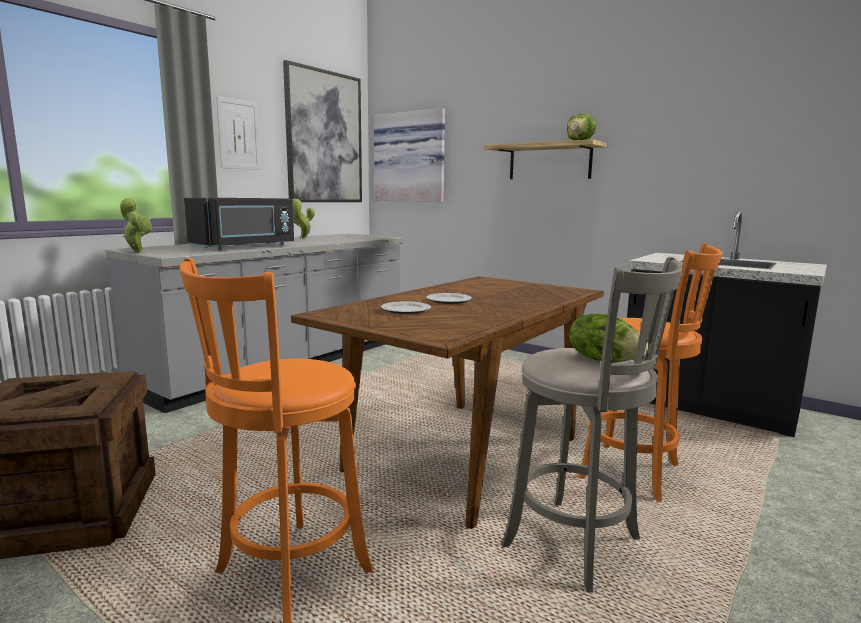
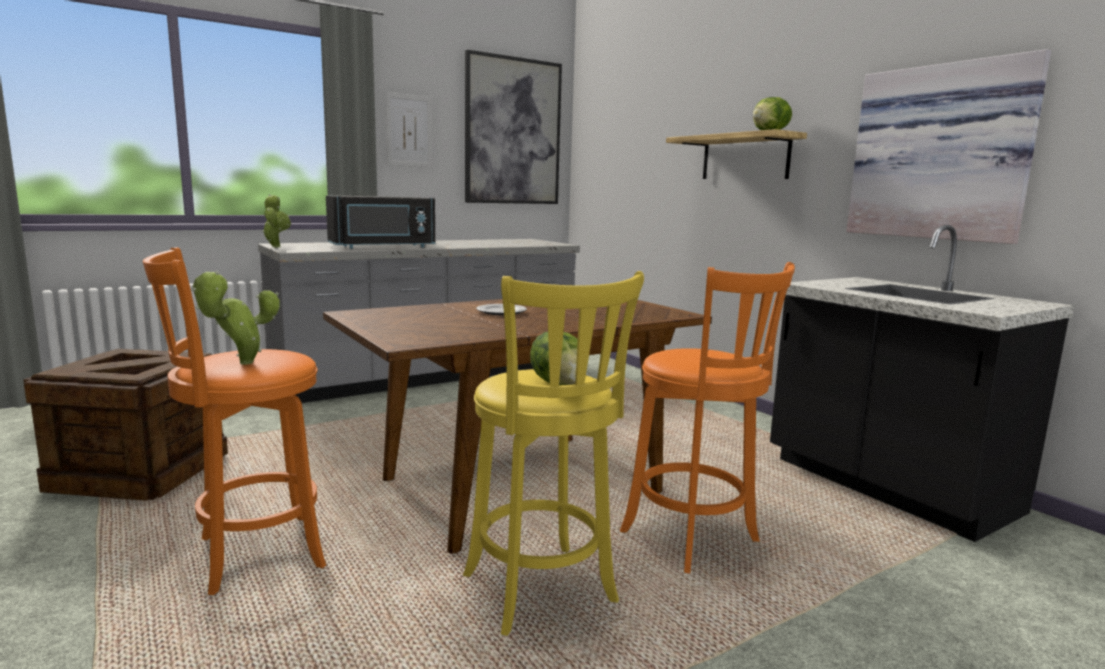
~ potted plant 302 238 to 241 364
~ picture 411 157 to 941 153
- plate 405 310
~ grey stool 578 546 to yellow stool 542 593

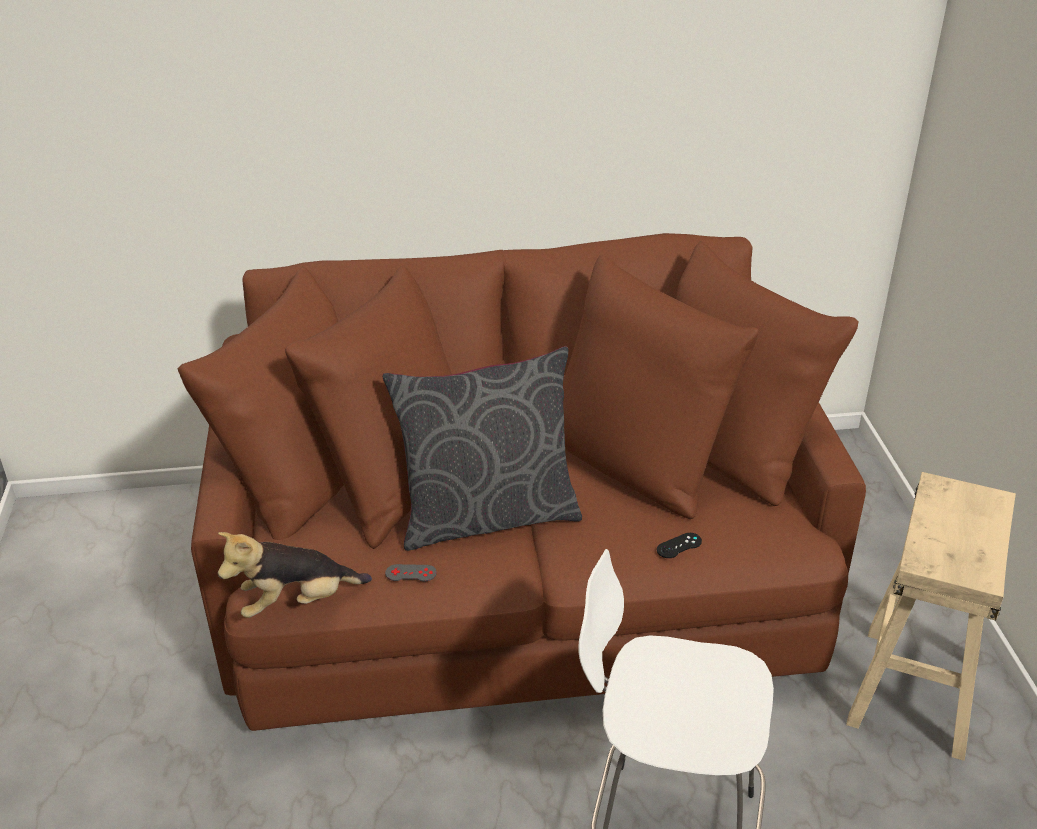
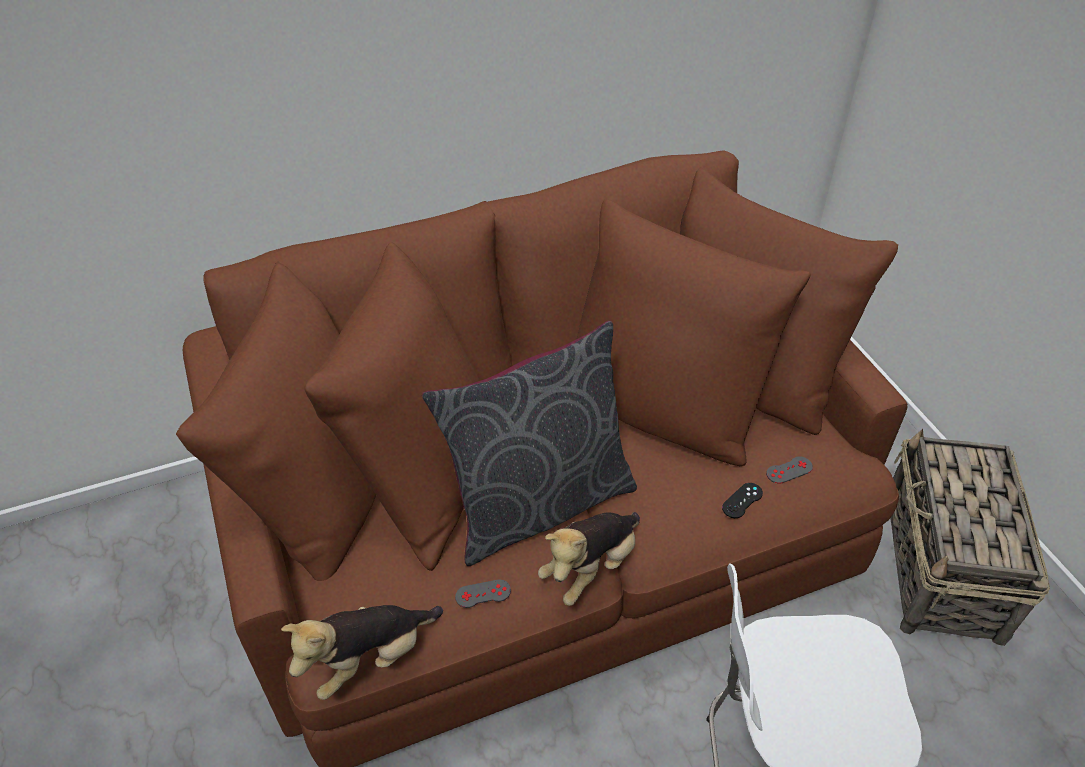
~ beige stool 915 690 to basket 941 570
+ plush toy 591 568
+ grey game controller 789 470

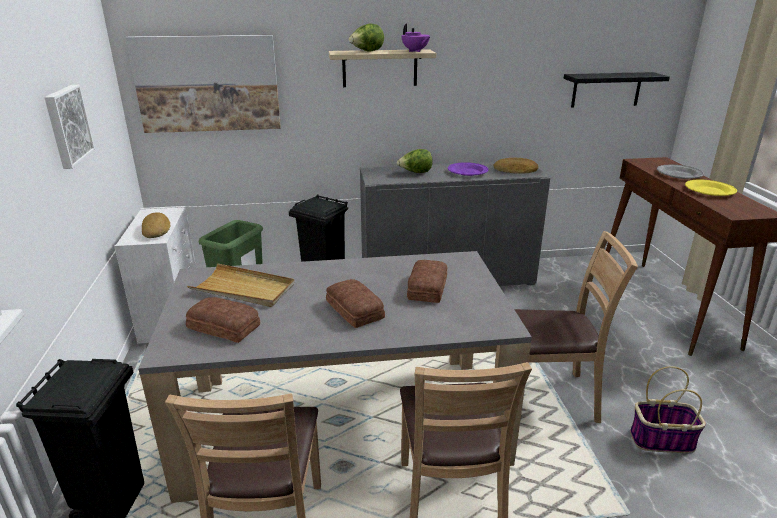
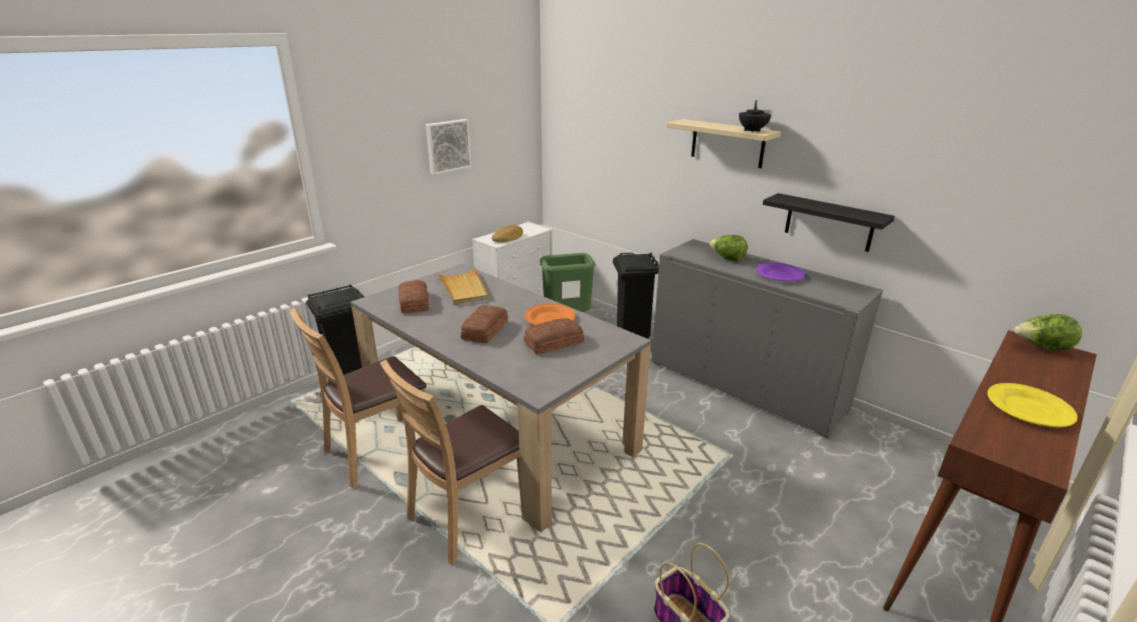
- picture 208 84
~ lettuce 366 51 to 1041 348
~ purple teapot 415 51 to black teapot 752 131
- bread 516 170
- brown chair 547 397
~ black shelf 606 89 to 829 222
- grey plate 679 174
+ orange plate 549 319

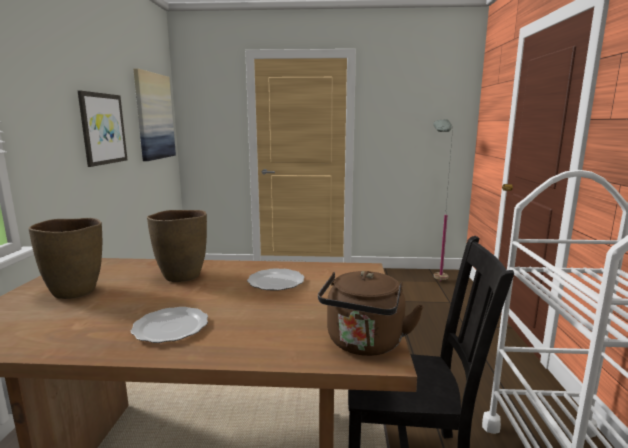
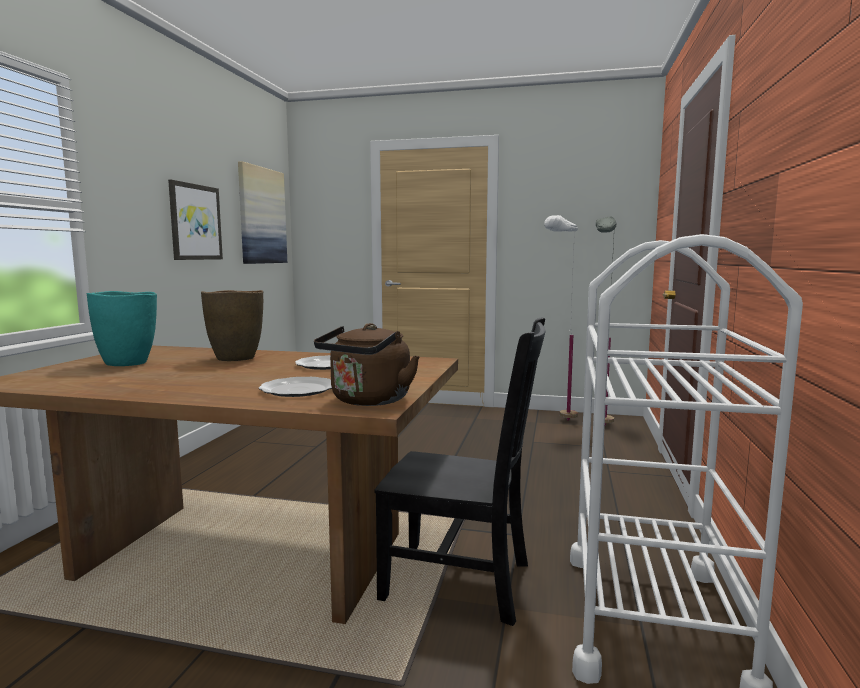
~ brown vase 76 291 to turquoise vase 128 363
~ plate 171 327 to 299 390
+ white floor lamp 557 423

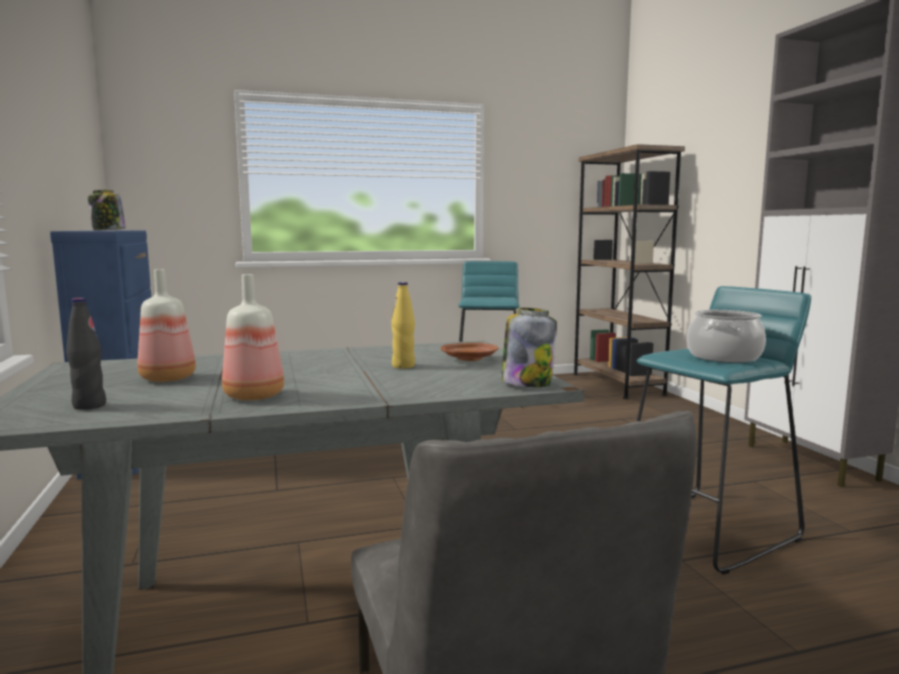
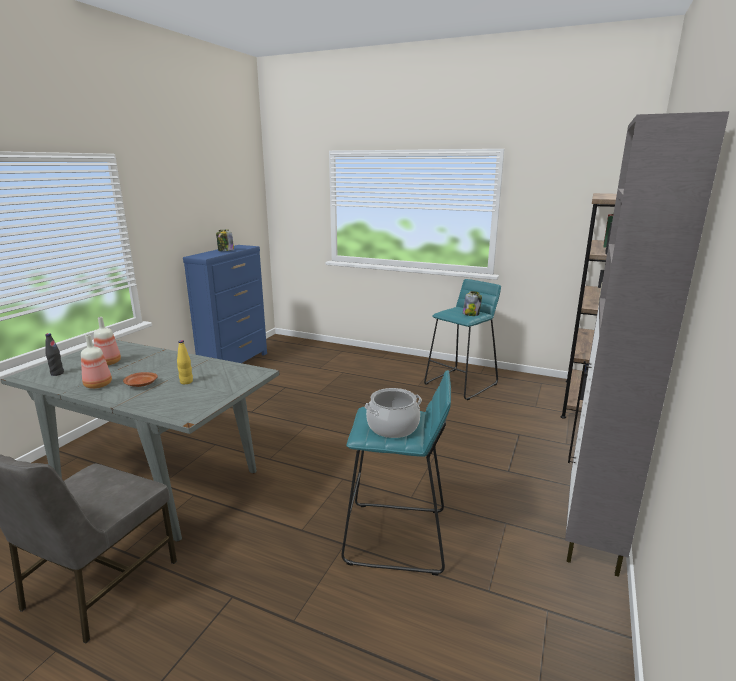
~ brown plate 470 359 to 141 384
~ jar 527 383 to 471 314

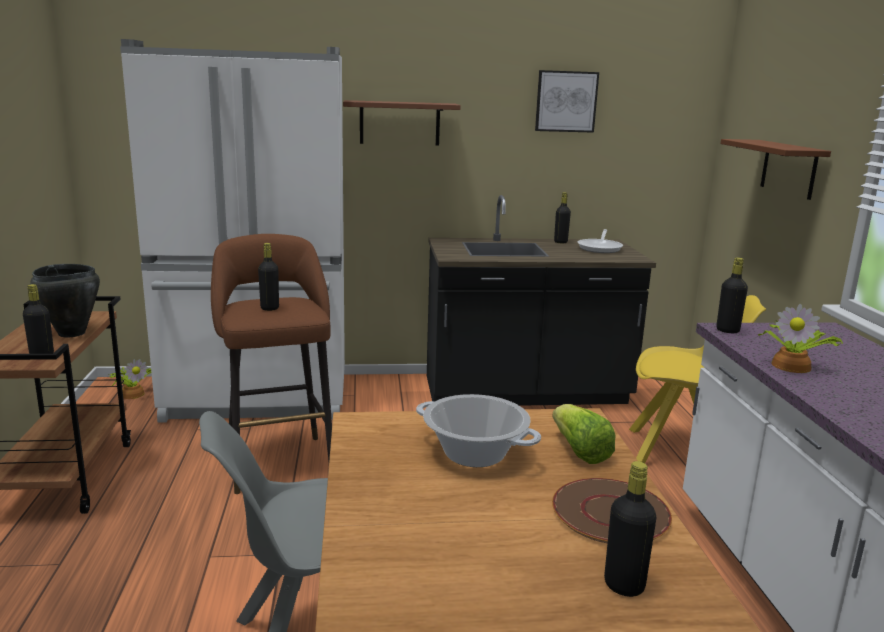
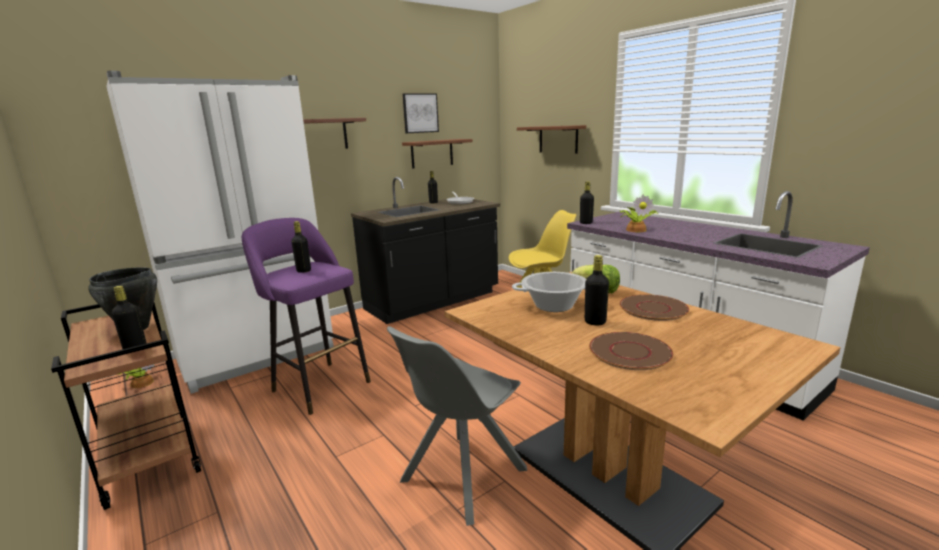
~ brown stool 278 460 to purple stool 318 385
~ black bottle 624 585 to 595 322
+ brown shelf 432 153
+ brown plate 630 352

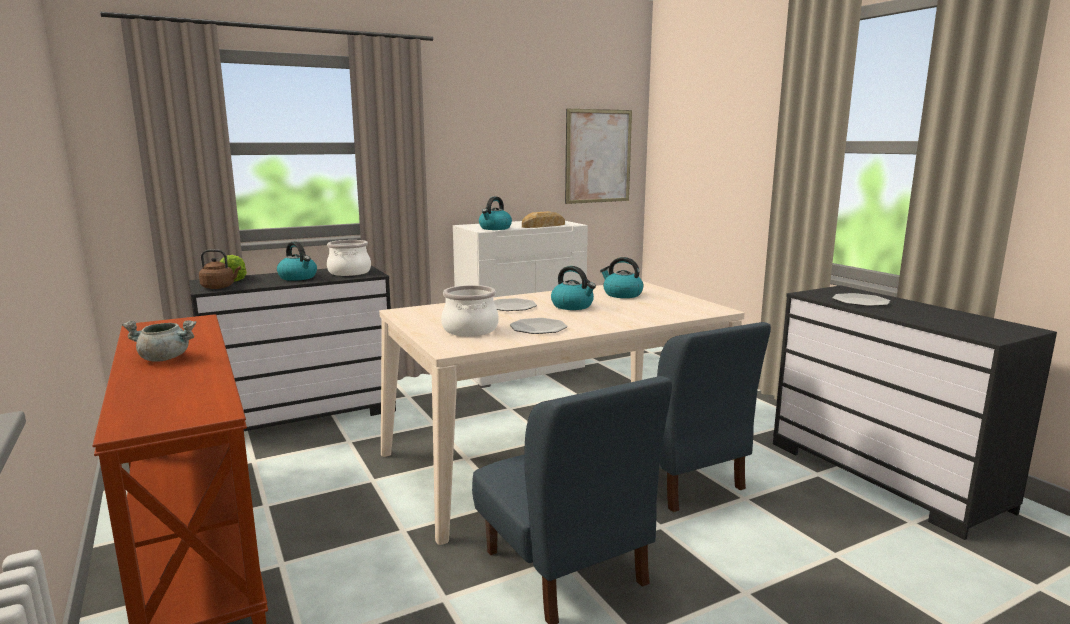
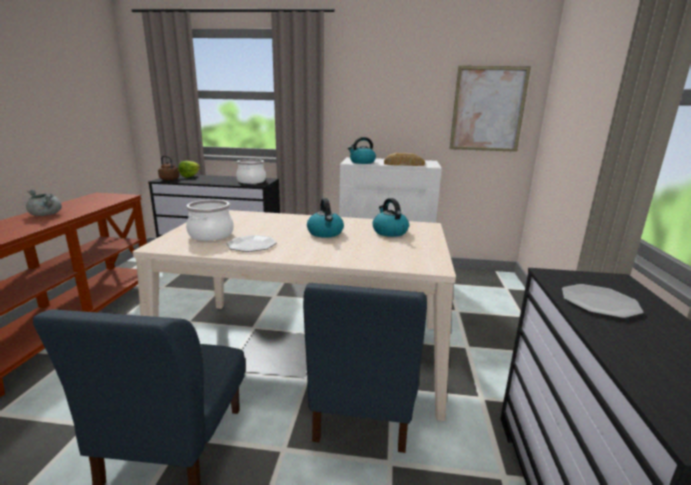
- kettle 298 277
- plate 511 307

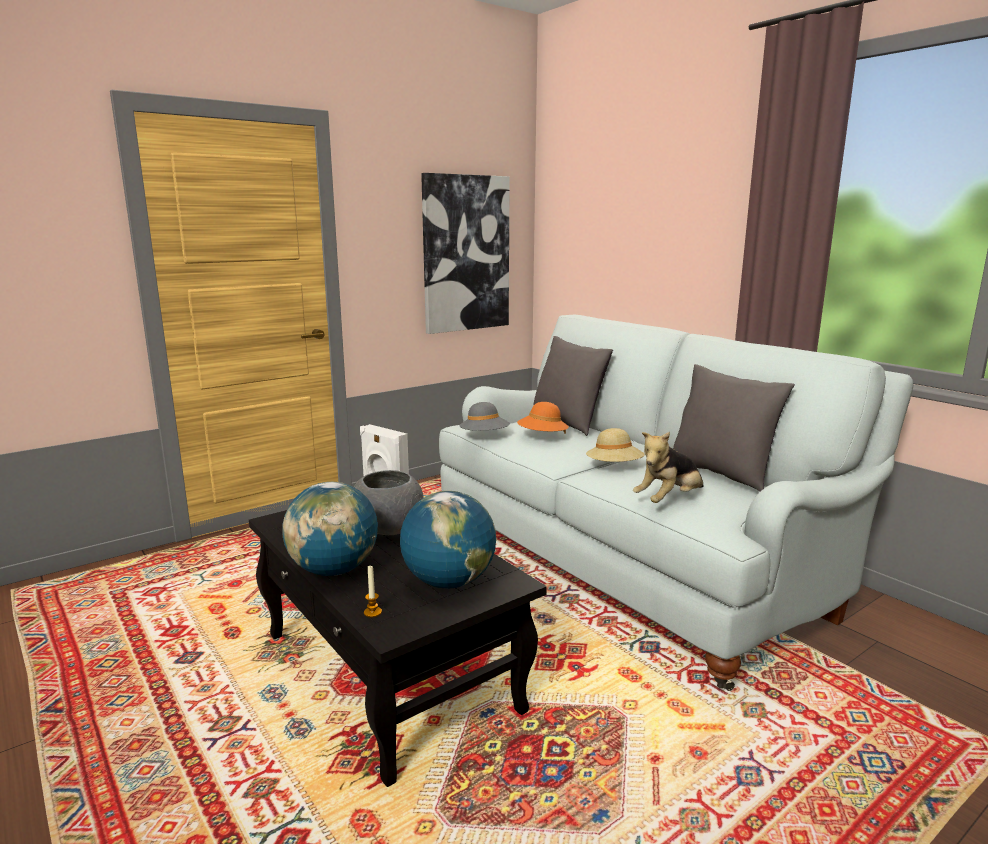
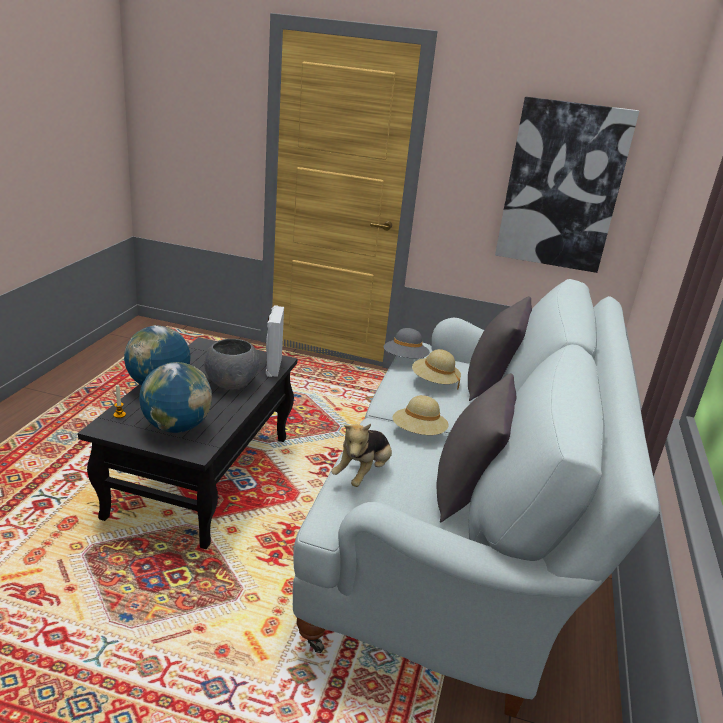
~ orange hat 542 437 to beige hat 434 382
~ plush toy 669 500 = 363 473 75 degrees counterclockwise

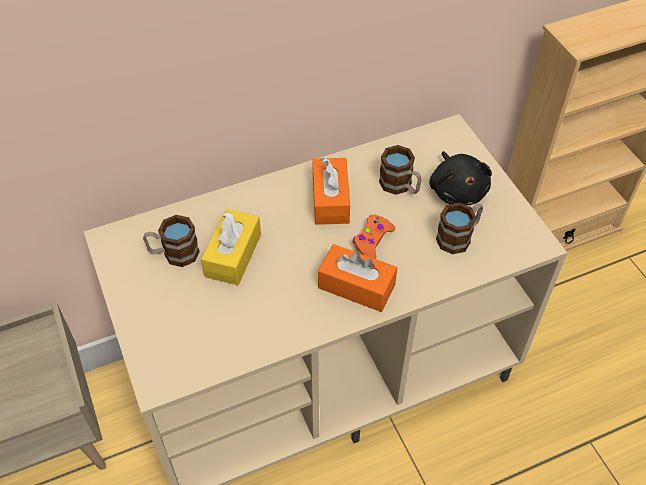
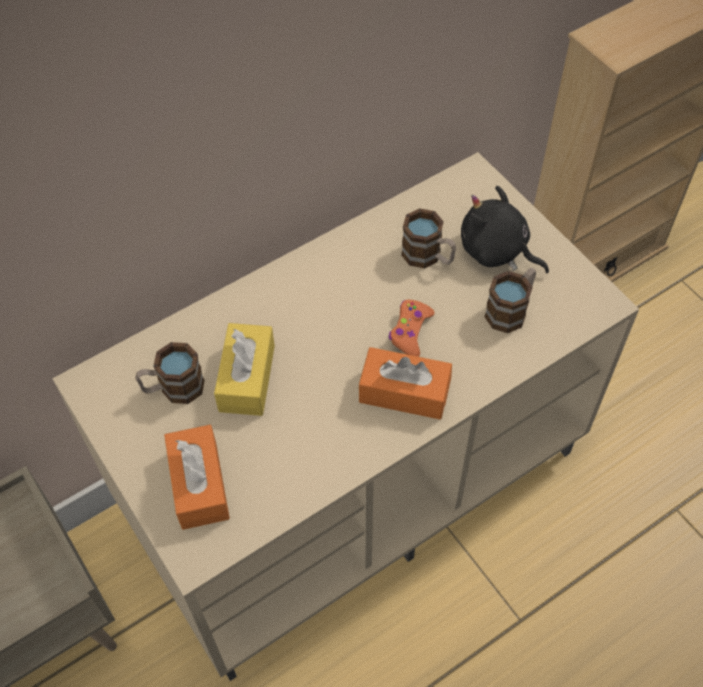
~ orange tissue box 330 200 to 199 484
~ black plush toy 457 190 = 496 251 150 degrees clockwise

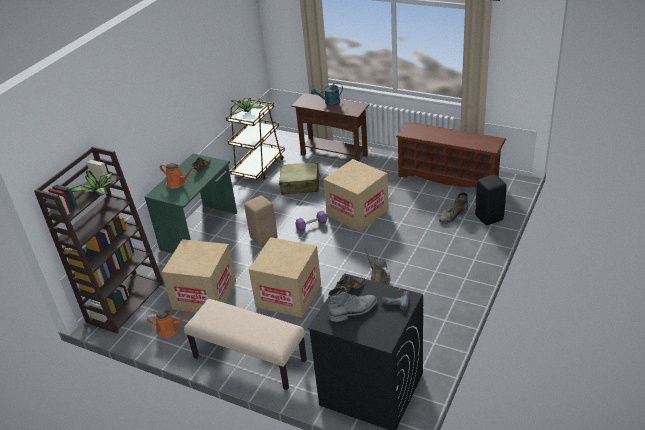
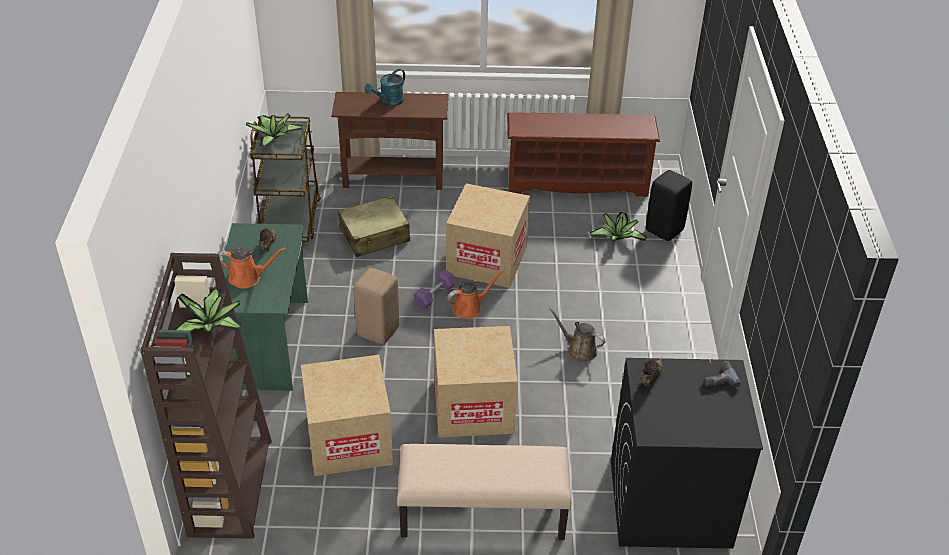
~ orange watering can 169 329 to 469 308
- grey boot 353 311
~ green boot 452 216 to potted plant 617 237

